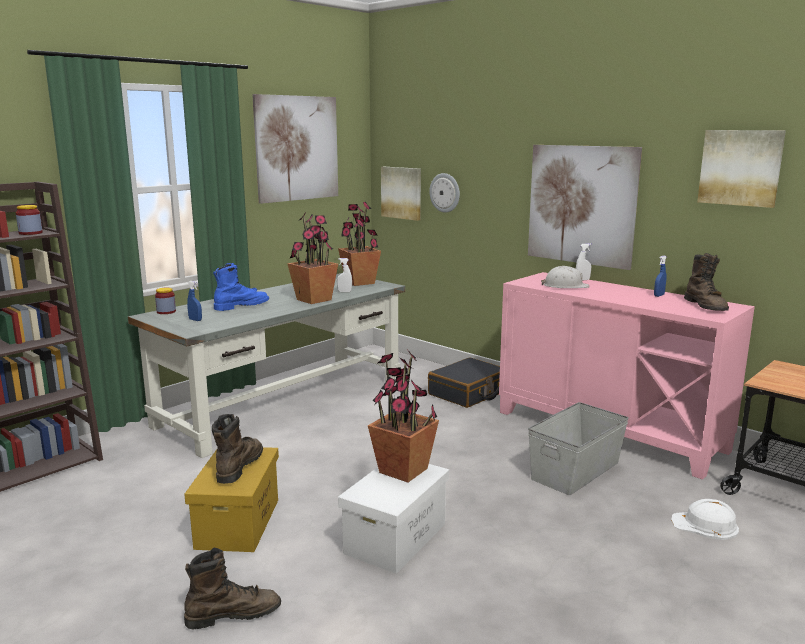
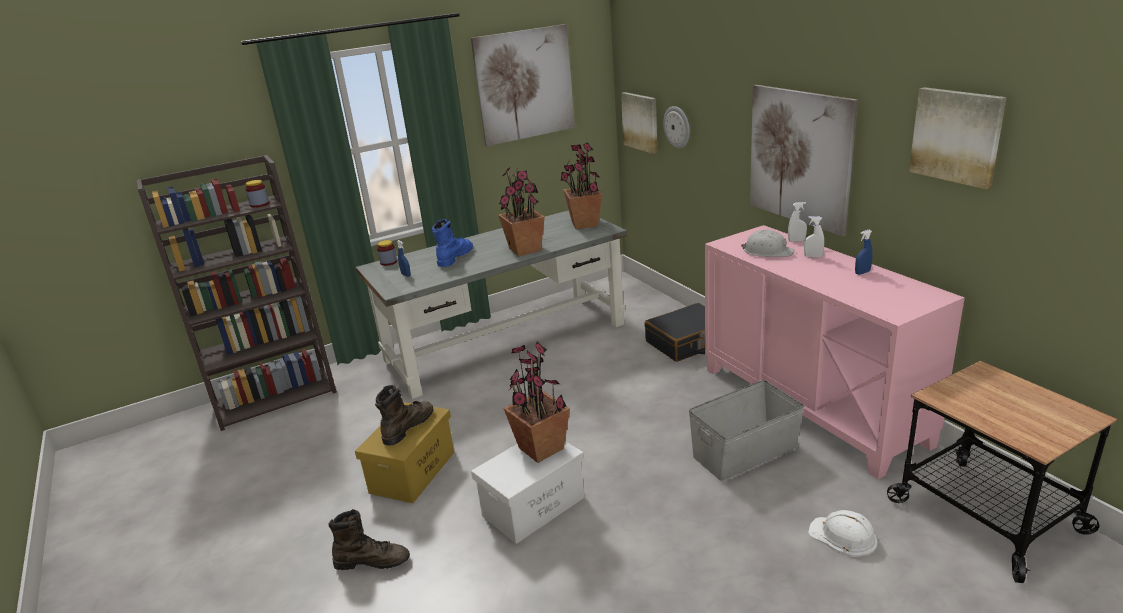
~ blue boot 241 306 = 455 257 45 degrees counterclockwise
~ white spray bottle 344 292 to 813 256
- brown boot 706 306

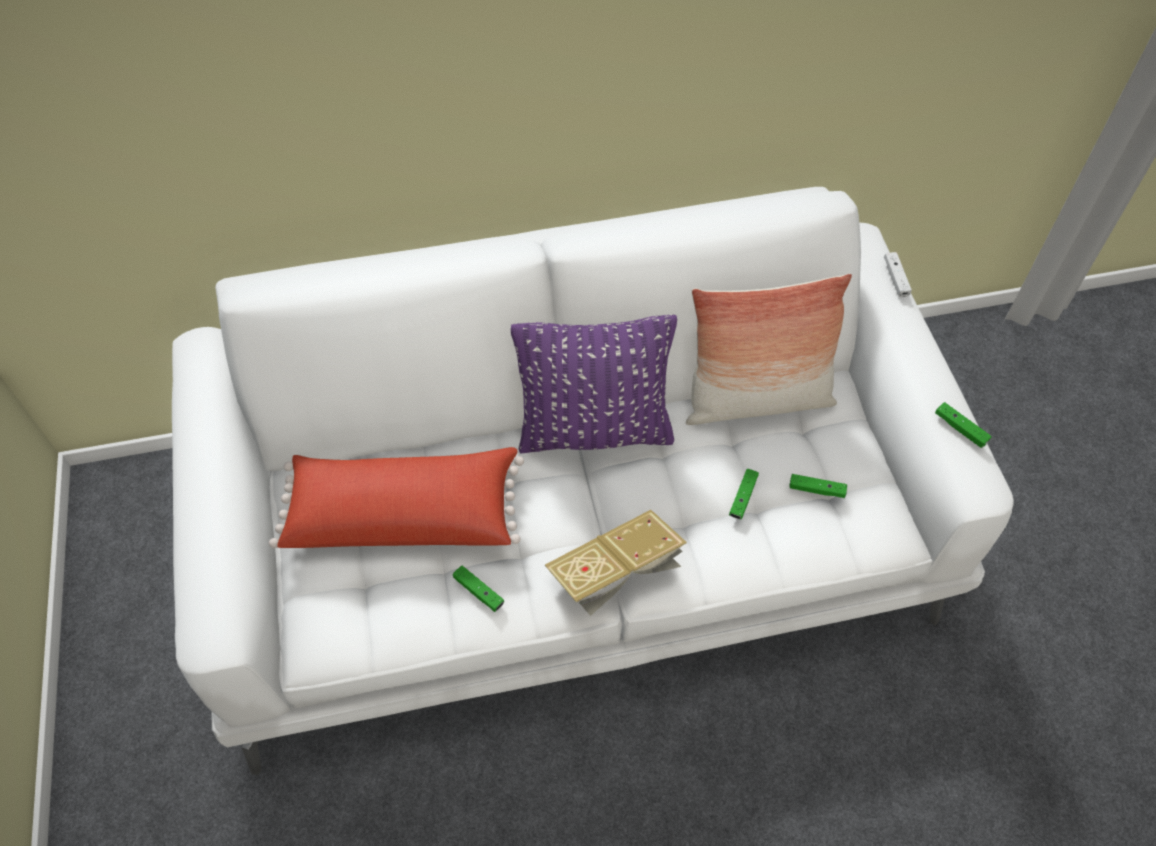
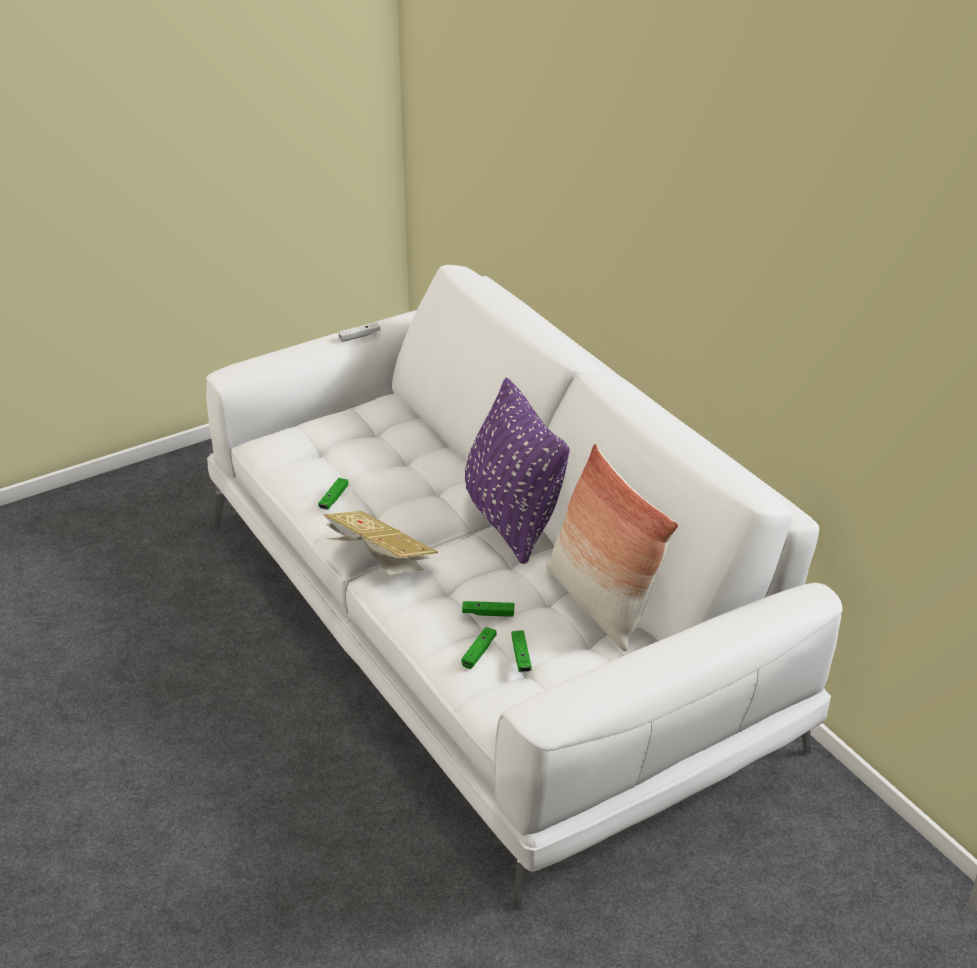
- red pillow 404 513
~ white game controller 895 278 to 359 336
~ green game controller 960 429 to 479 652

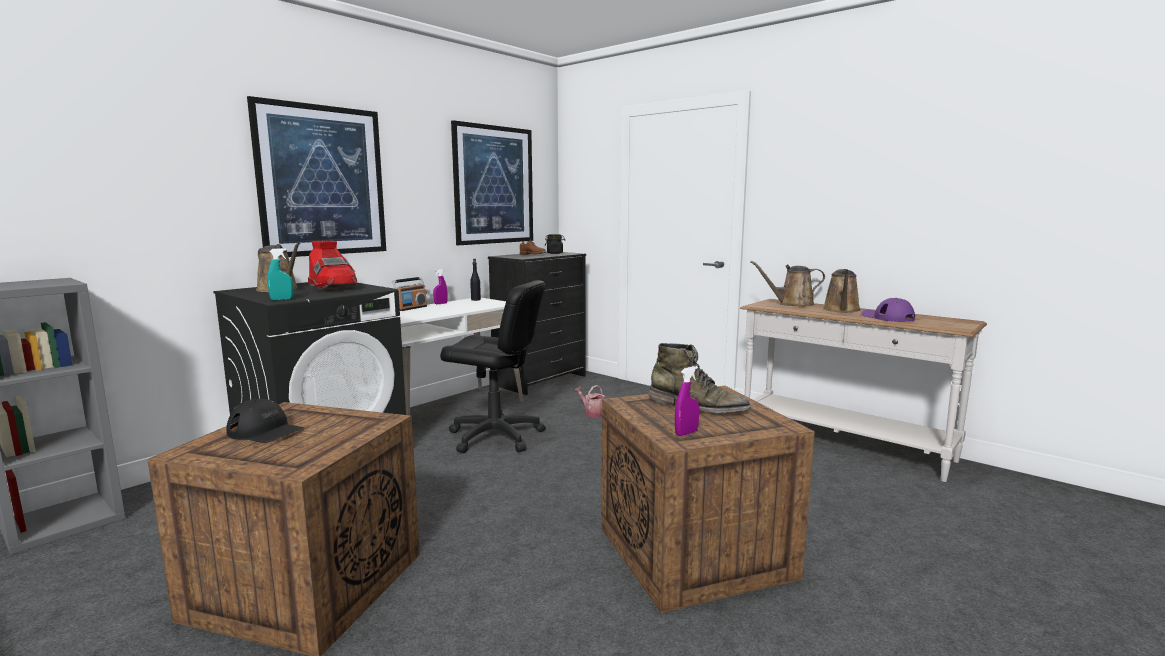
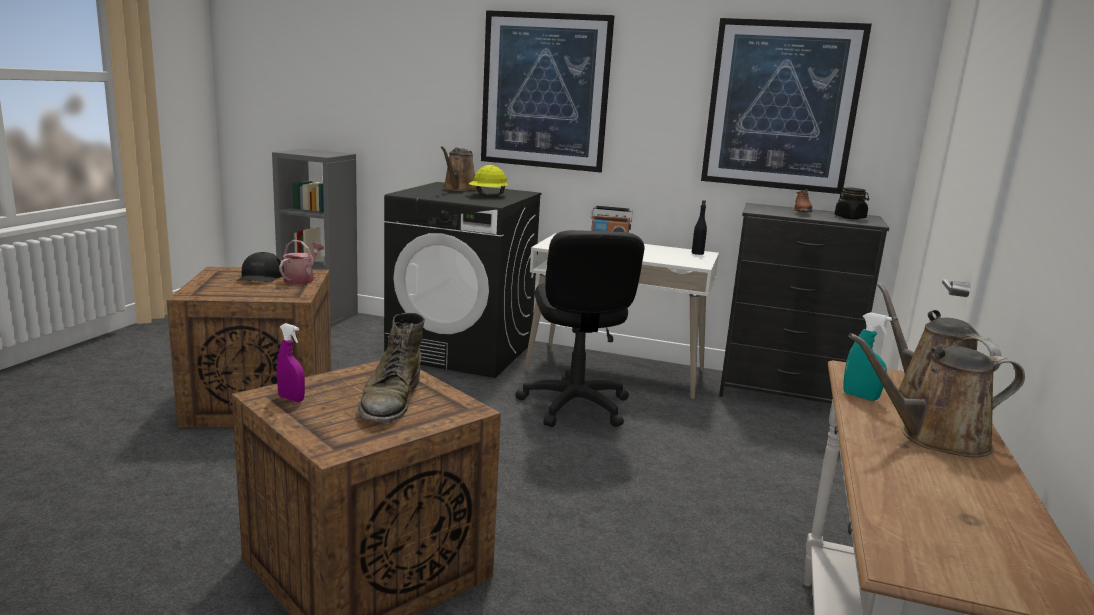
~ turquoise spray bottle 282 299 to 860 396
~ red boot 333 287 to yellow hard hat 488 196
- purple spray bottle 440 303
~ watering can 592 413 to 301 279
- purple cap 887 317

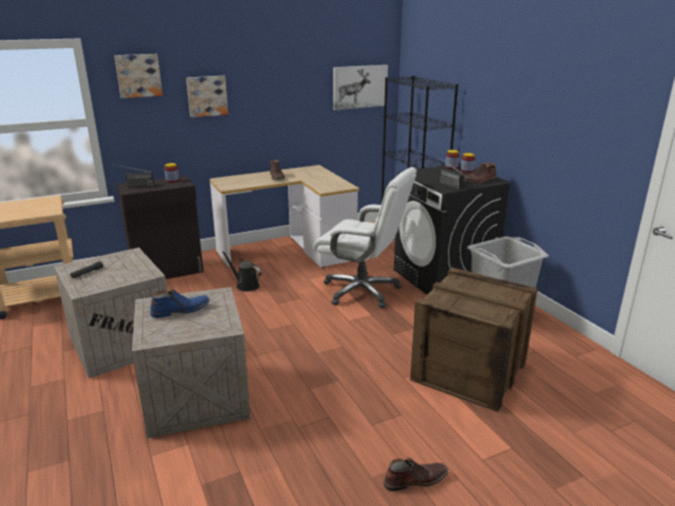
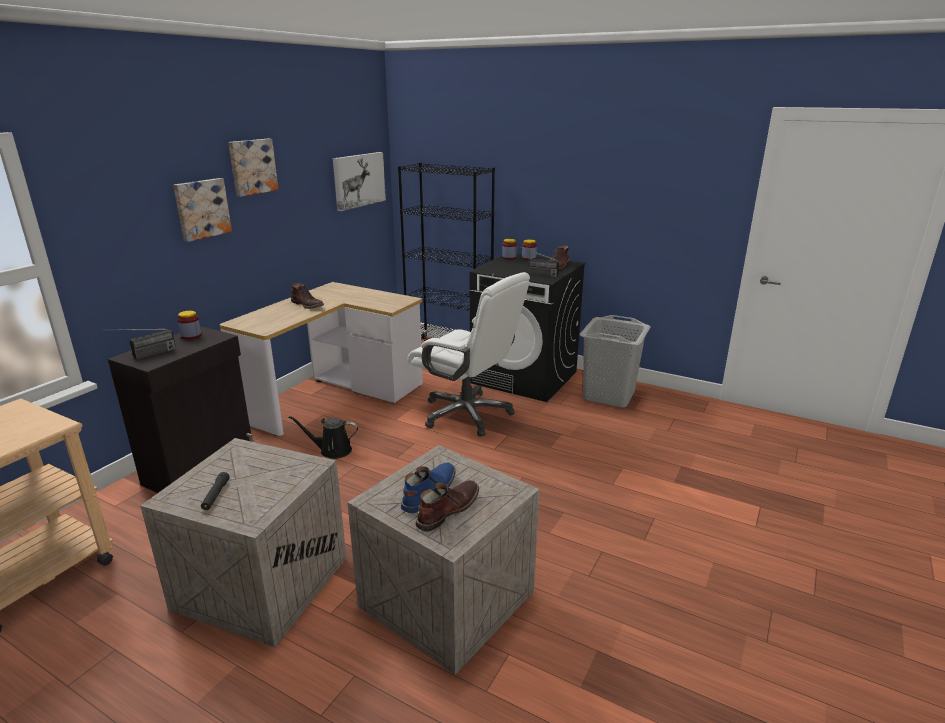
~ picture 138 75 to 252 166
~ white office chair 362 291 = 467 414 45 degrees clockwise
~ brown boot 415 480 to 447 510
- crate 468 372

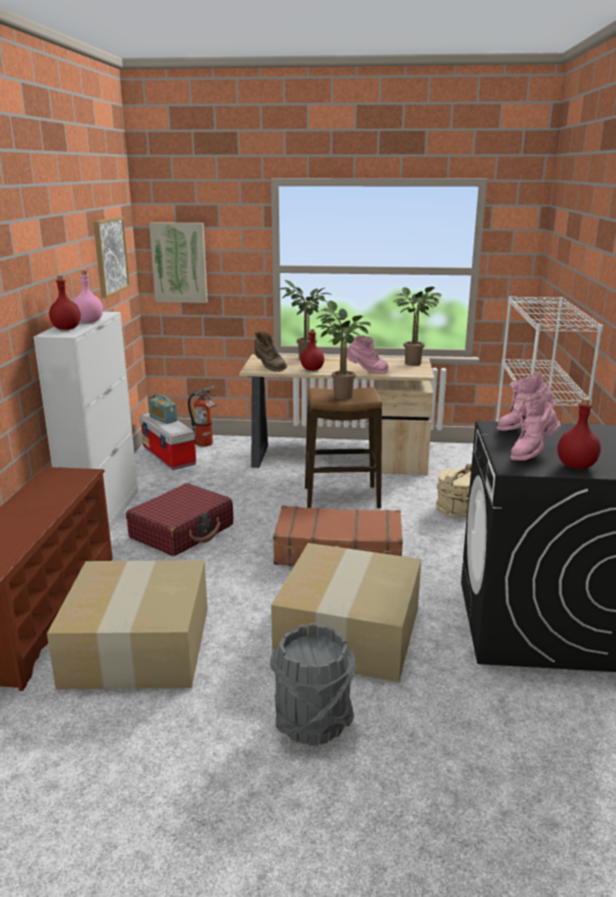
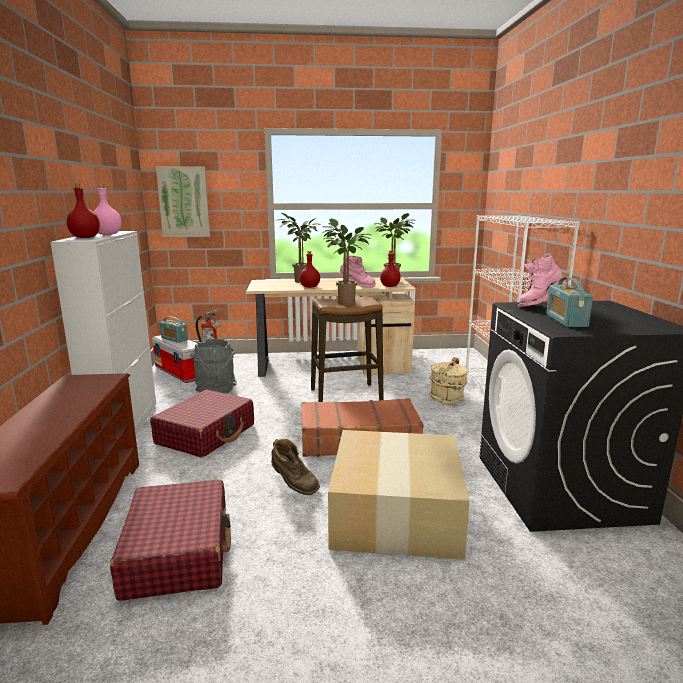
~ cardboard box 136 644 to red suitcase 178 552
- picture 110 256
~ brown boot 269 367 to 293 485
~ grey bucket 312 722 to 215 389
~ pink boot 531 453 to radio 566 320
~ red bottle 575 466 to 389 286

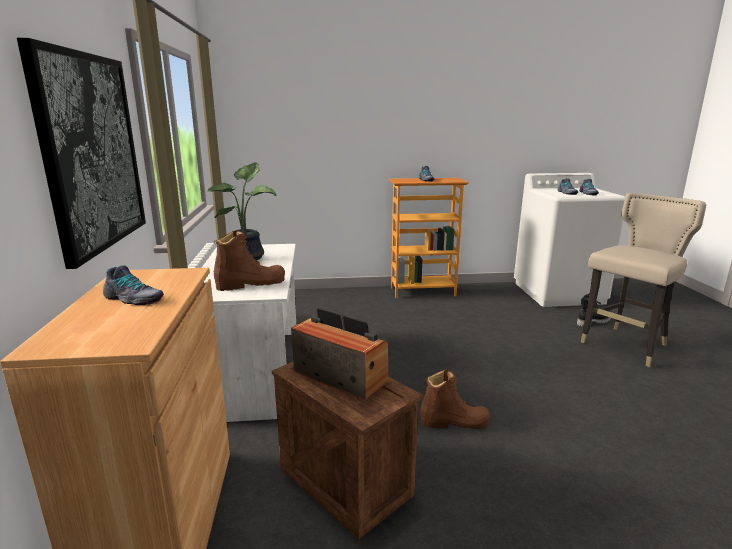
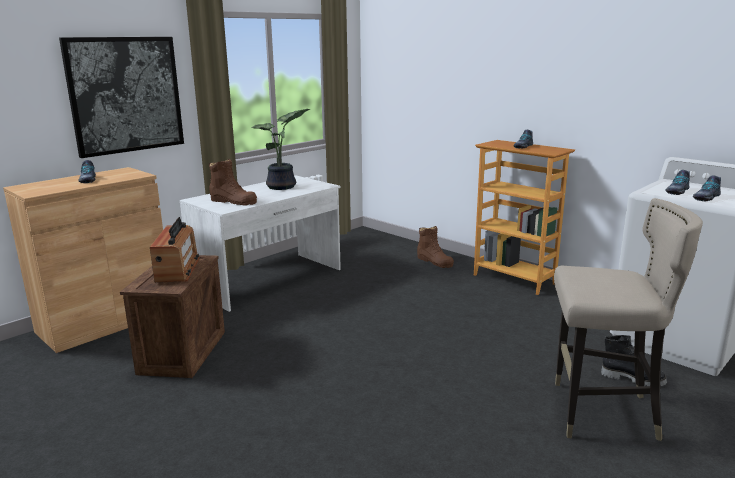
~ brown boot 454 422 to 434 261

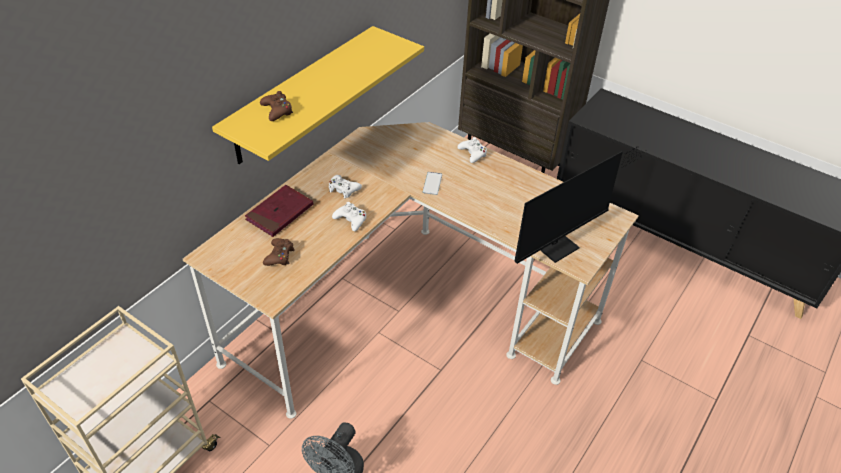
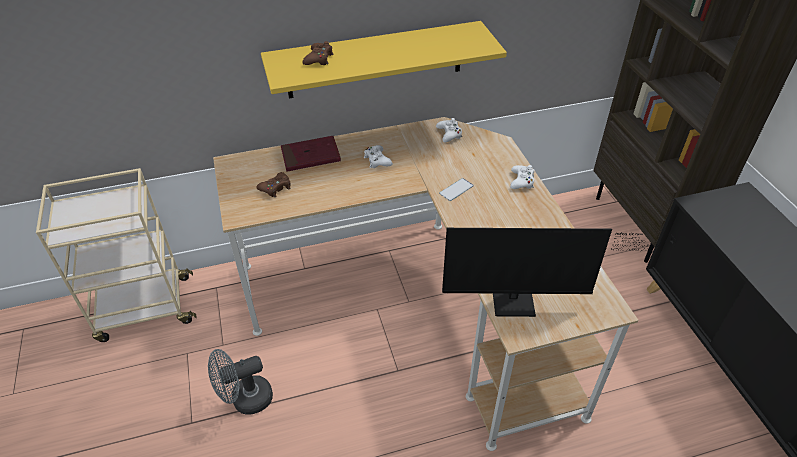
~ white game controller 351 220 to 449 134

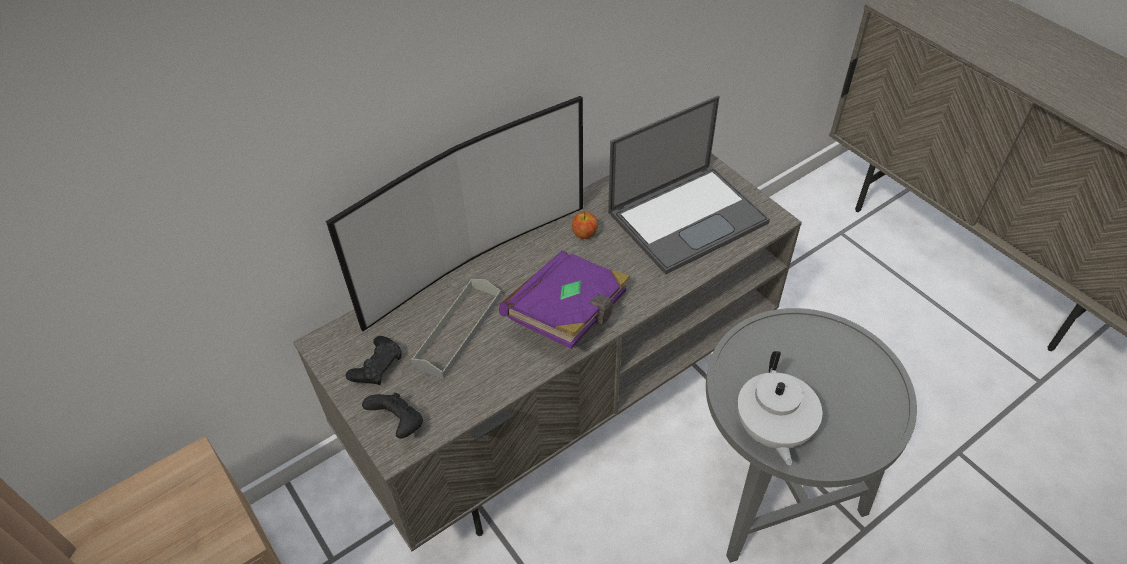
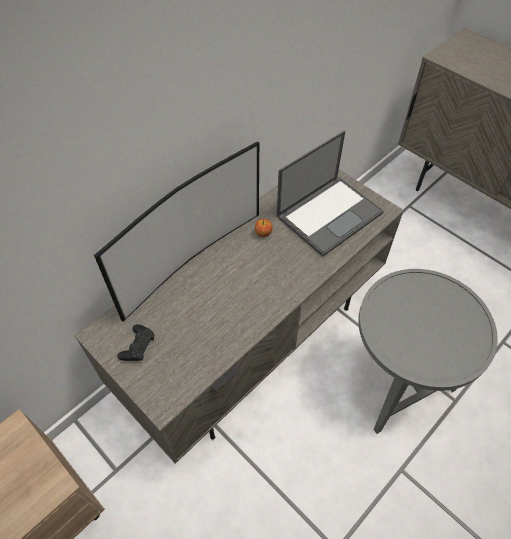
- black game controller 399 424
- grey tray 458 330
- purple book 569 314
- white teapot 771 431

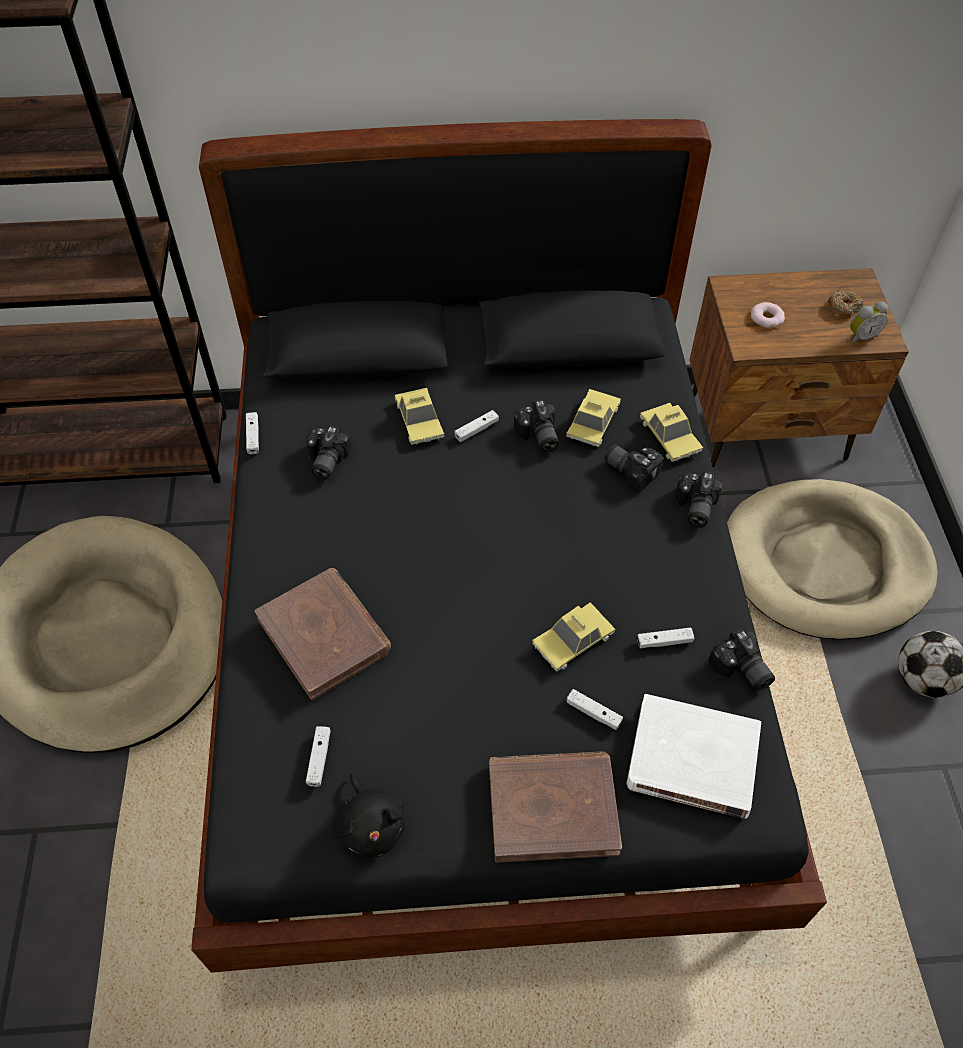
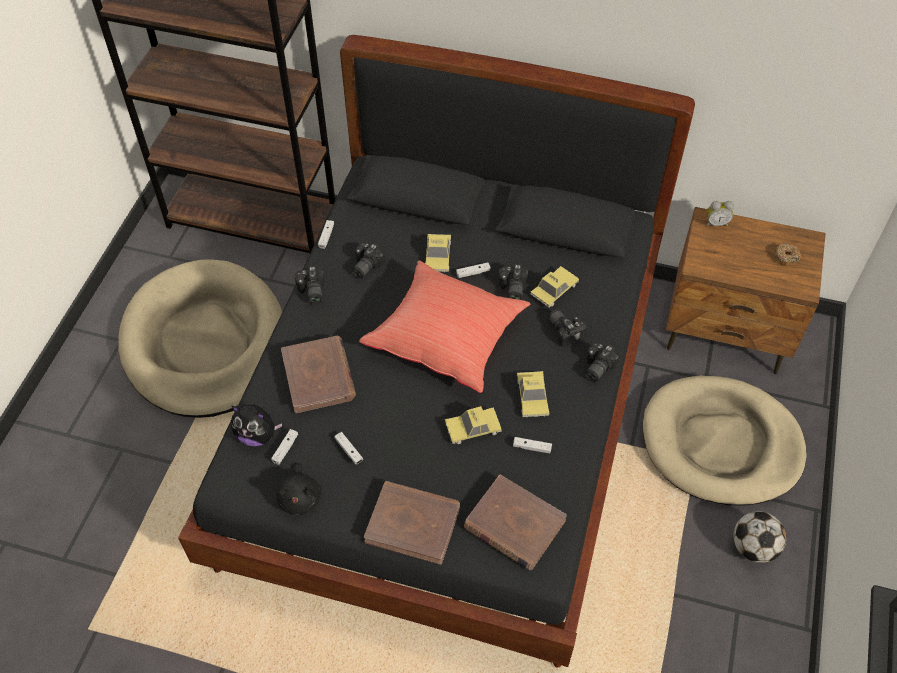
~ white game controller 593 713 to 349 450
~ white book 692 760 to brown book 514 525
~ toy car 669 436 to 532 397
~ photo camera 740 670 to 311 292
- donut 766 318
~ alarm clock 861 336 to 716 223
+ plush toy 257 435
+ red pillow 447 338

